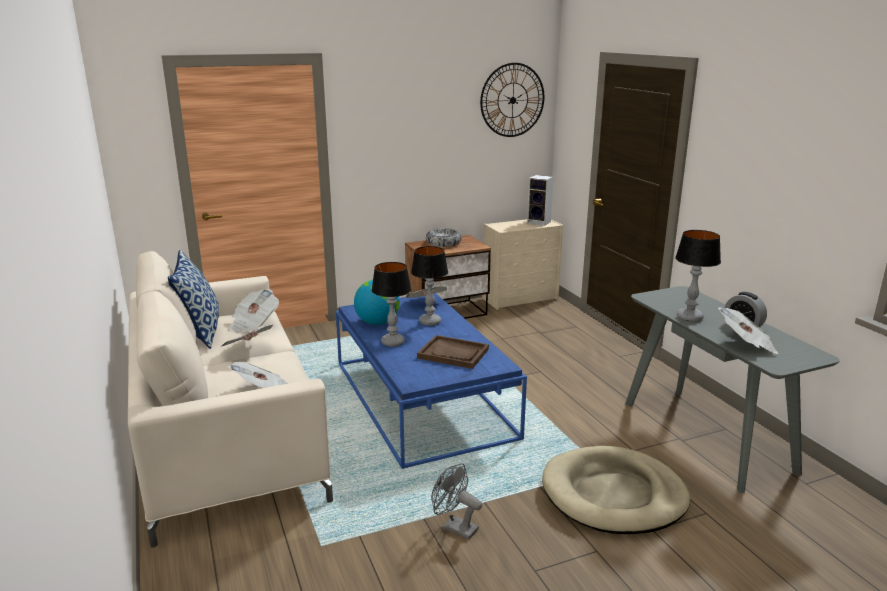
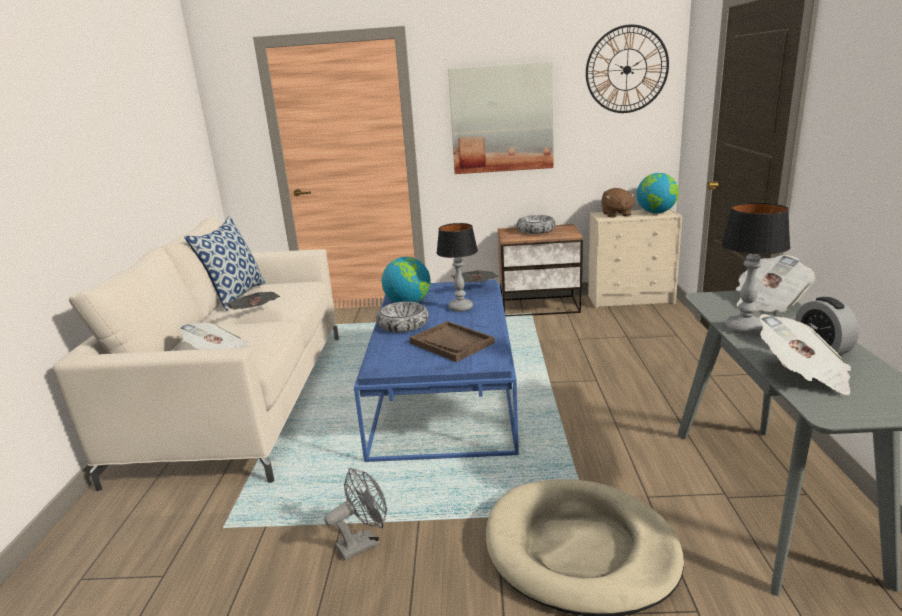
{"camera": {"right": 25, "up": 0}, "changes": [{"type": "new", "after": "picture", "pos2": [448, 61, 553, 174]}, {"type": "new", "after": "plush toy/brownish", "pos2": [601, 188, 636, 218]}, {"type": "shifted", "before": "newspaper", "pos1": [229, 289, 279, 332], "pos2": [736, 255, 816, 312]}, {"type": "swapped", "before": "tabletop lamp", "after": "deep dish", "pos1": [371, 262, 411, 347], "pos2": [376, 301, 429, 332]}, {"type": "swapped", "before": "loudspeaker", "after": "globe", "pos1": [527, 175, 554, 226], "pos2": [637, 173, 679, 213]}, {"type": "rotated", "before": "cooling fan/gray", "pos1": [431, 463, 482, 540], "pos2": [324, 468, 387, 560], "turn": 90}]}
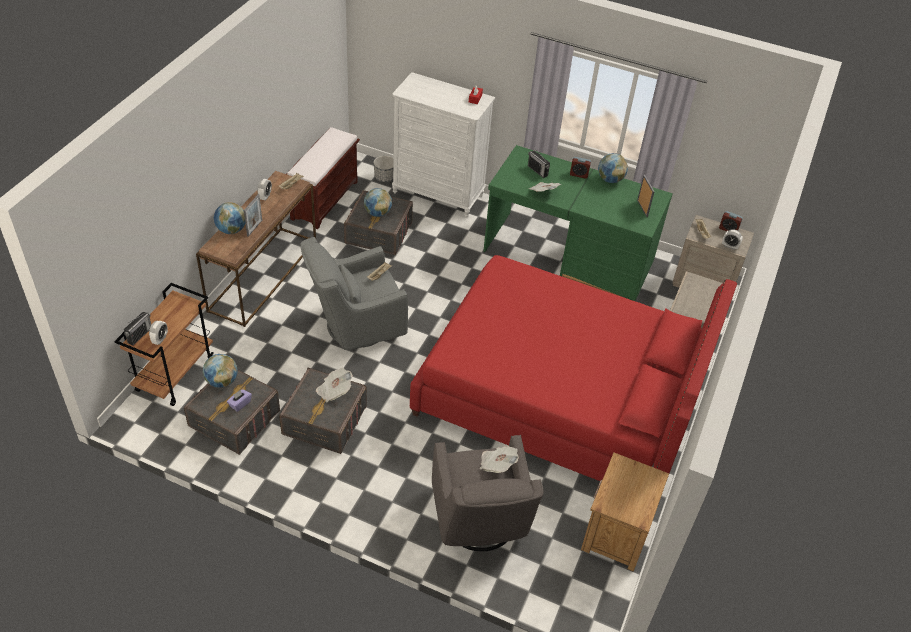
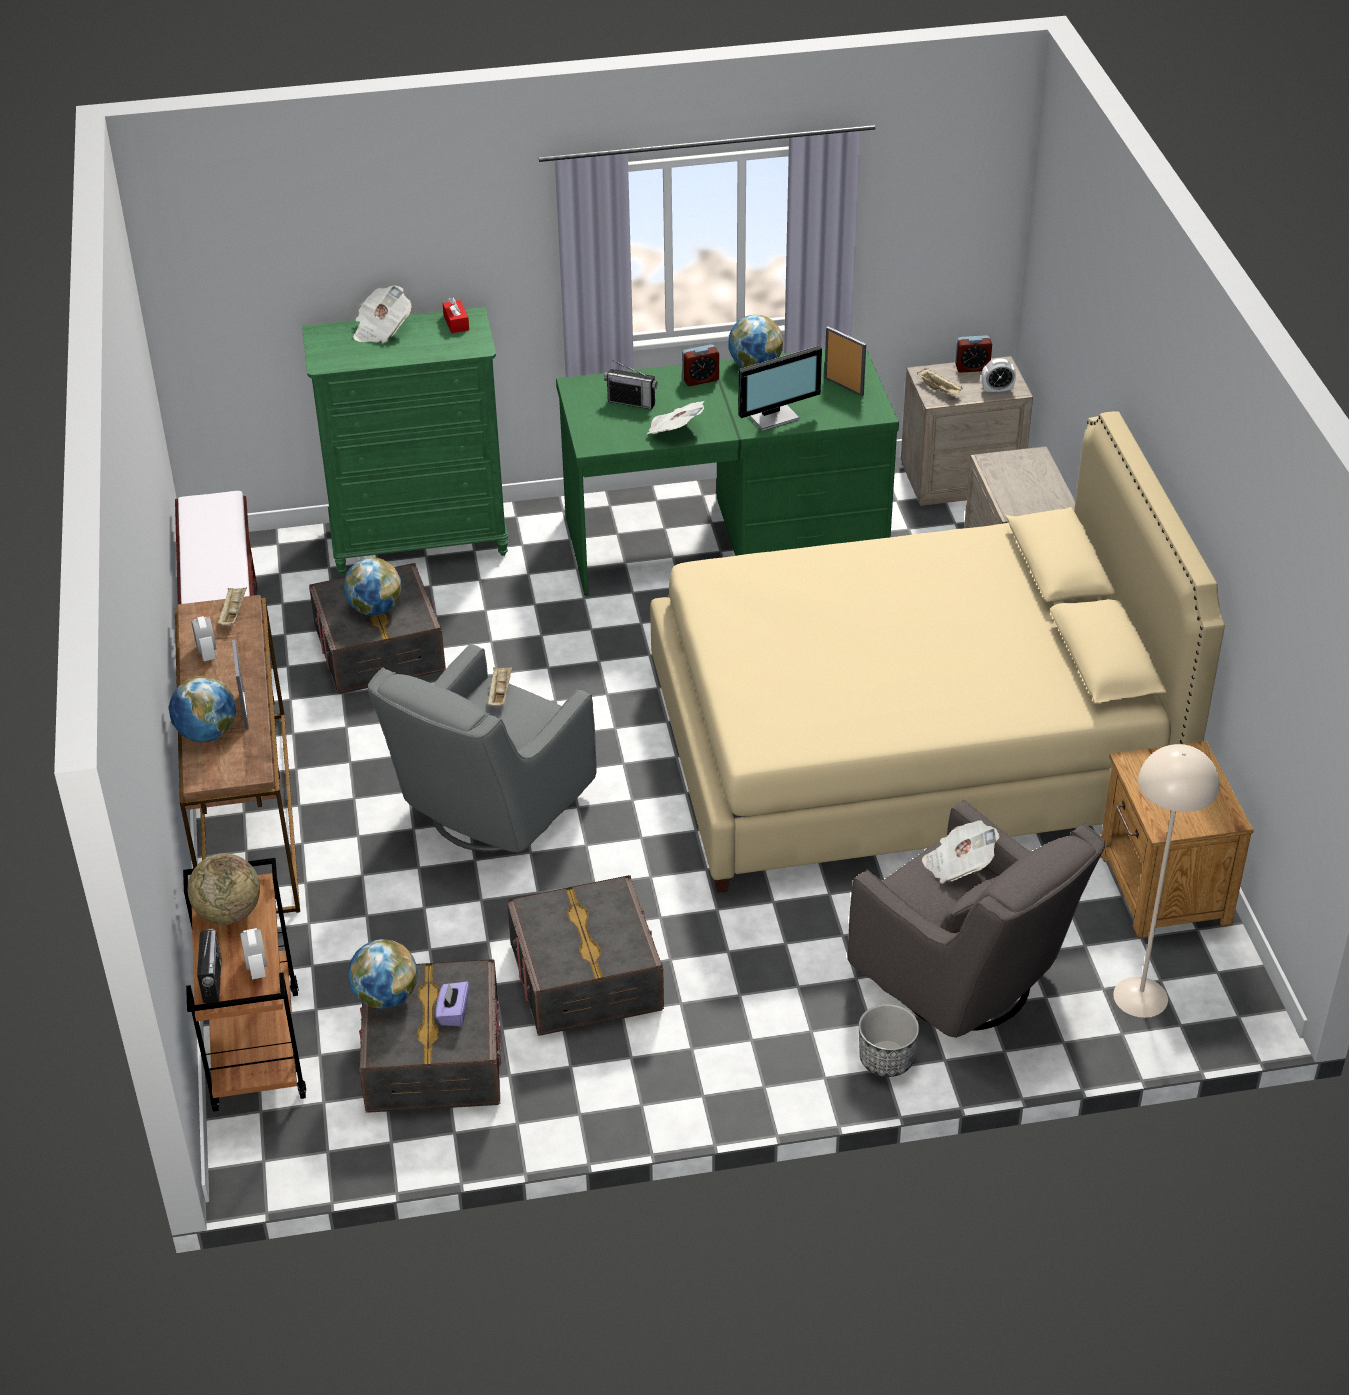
{"camera": {"right": -30, "up": -5}, "changes": [{"type": "new", "after": "globe", "pos2": [188, 853, 260, 925]}, {"type": "new", "after": "monitor", "pos2": [739, 346, 822, 431]}, {"type": "new", "after": "standard lamp/beige-coloured", "pos2": [1113, 744, 1220, 1018]}, {"type": "shifted", "before": "newspaper", "pos1": [316, 368, 353, 402], "pos2": [353, 285, 411, 343]}, {"type": "shifted", "before": "flower pot", "pos1": [374, 156, 394, 182], "pos2": [859, 1004, 919, 1077]}, {"type": "repainted", "before": "chest of drawers/whitish", "after": "chest of drawers/green-coloured", "pos1": [392, 72, 495, 217], "pos2": [302, 307, 508, 575]}, {"type": "repainted", "before": "bed/red", "after": "bed/beige-coloured", "pos1": [410, 255, 737, 481], "pos2": [650, 411, 1225, 893]}]}
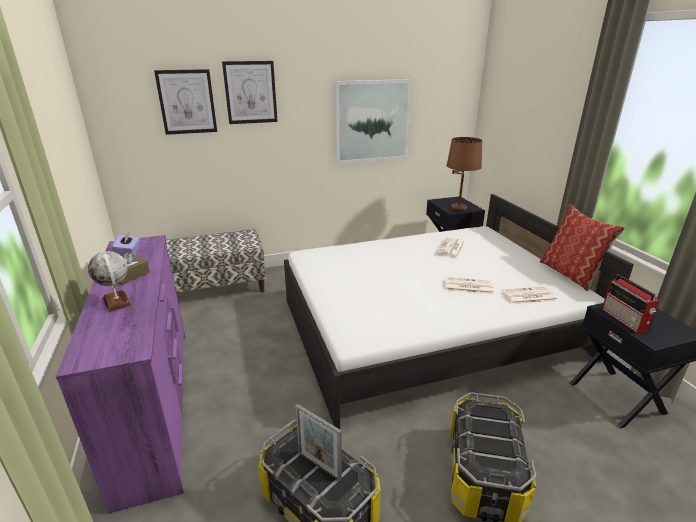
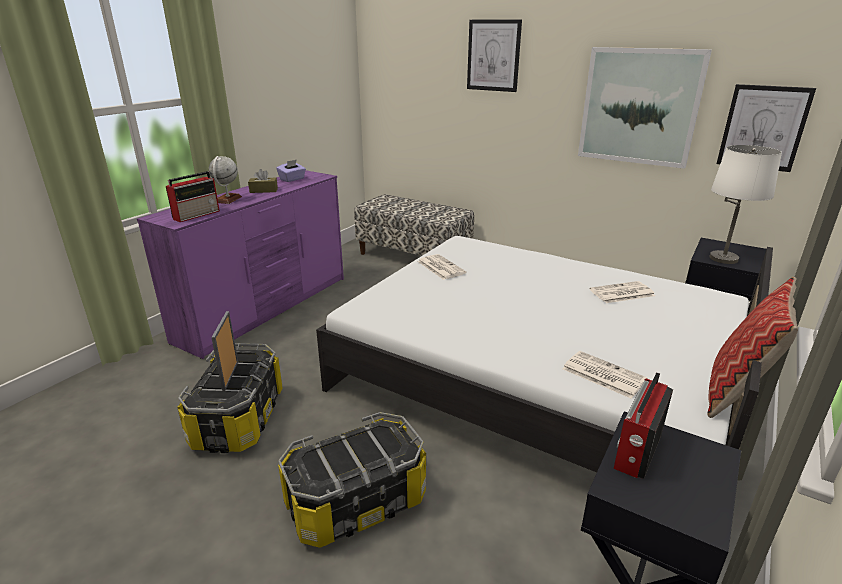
{"camera": {"right": 50, "up": 0}, "changes": [{"type": "new", "after": "radio receiver", "pos2": [166, 171, 220, 222]}, {"type": "shifted", "before": "picture", "pos1": [154, 69, 217, 135], "pos2": [717, 84, 816, 172]}, {"type": "shifted", "before": "newspaper", "pos1": [446, 277, 494, 294], "pos2": [418, 254, 466, 280]}, {"type": "repainted", "before": "tabletop lamp/brownish", "after": "tabletop lamp/whitish", "pos1": [446, 137, 482, 211], "pos2": [709, 145, 782, 264]}]}
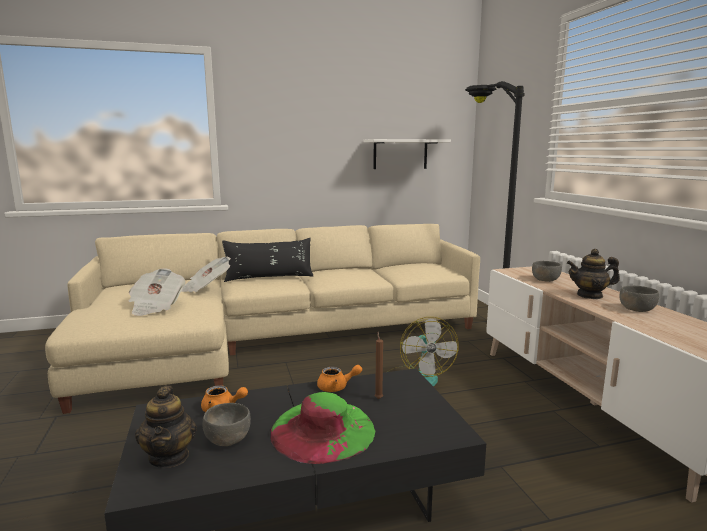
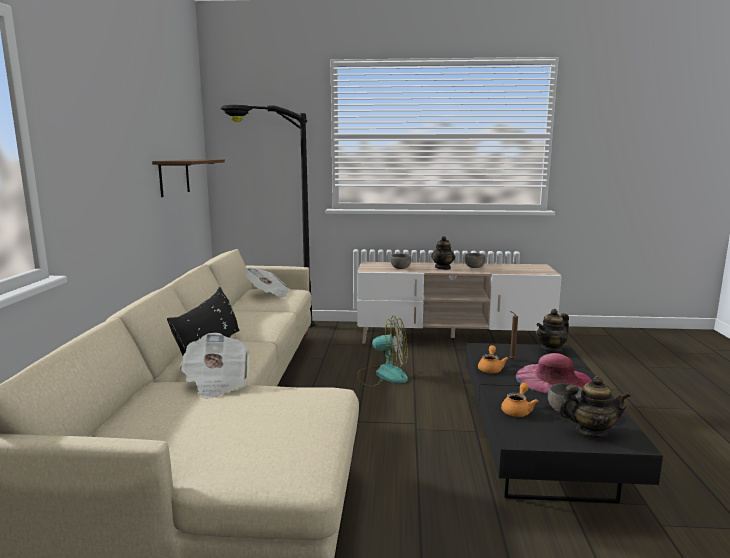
{"camera": {"right": -70, "up": 0}, "changes": [{"type": "new", "after": "teapot", "pos2": [537, 309, 569, 354]}, {"type": "shifted", "before": "newspaper", "pos1": [129, 268, 185, 316], "pos2": [246, 268, 290, 298]}, {"type": "repainted", "before": "hat/green-coloured", "after": "hat/pinkish", "pos1": [270, 392, 376, 464], "pos2": [516, 353, 592, 395]}, {"type": "repainted", "before": "shelf/whitish", "after": "shelf/brownish", "pos1": [363, 139, 451, 169], "pos2": [152, 159, 225, 197]}]}
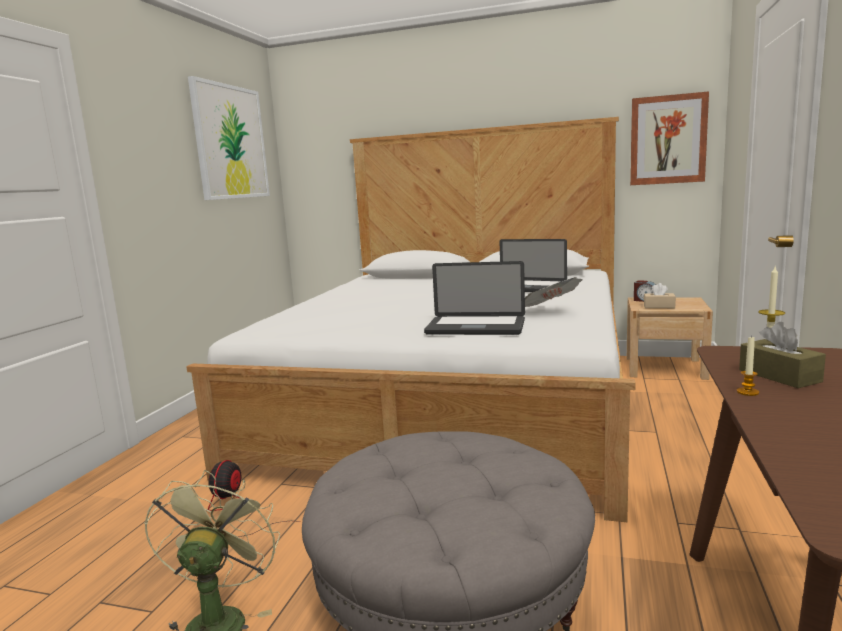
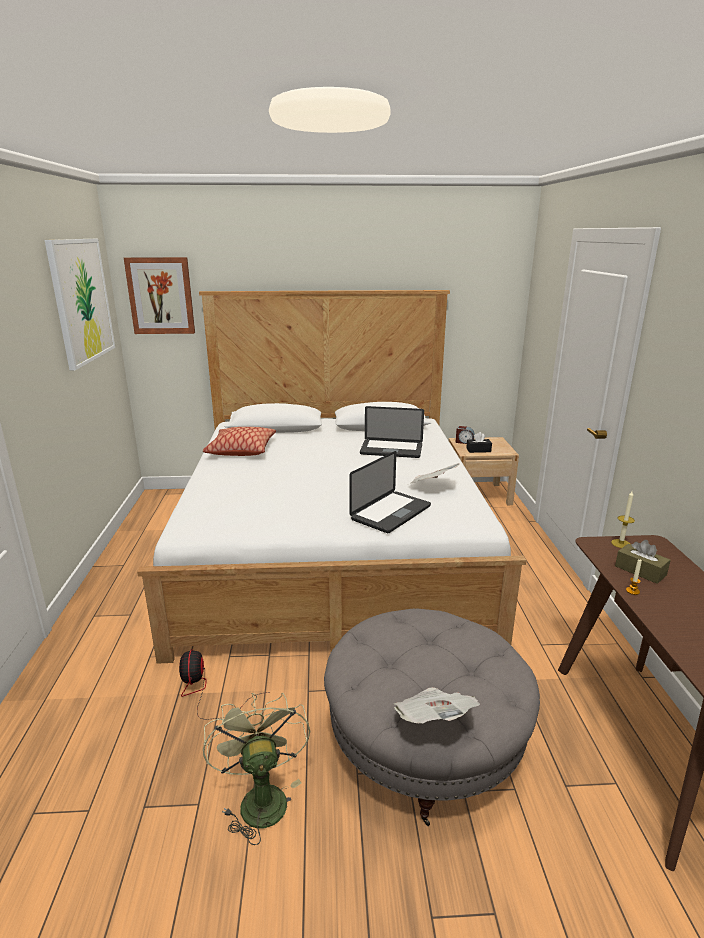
{"camera": {"right": -20, "up": 10}, "changes": [{"type": "new", "after": "pillow", "pos2": [203, 427, 276, 456]}, {"type": "new", "after": "newspaper", "pos2": [394, 687, 480, 723]}, {"type": "shifted", "before": "picture", "pos1": [630, 91, 709, 185], "pos2": [124, 257, 195, 334]}, {"type": "repainted", "before": "tissue box/beige-coloured", "after": "tissue box/black-coloured", "pos1": [644, 283, 676, 308], "pos2": [466, 432, 492, 453]}, {"type": "rotated", "before": "notebook computer", "pos1": [424, 261, 525, 335], "pos2": [350, 451, 431, 533], "turn": -45}]}
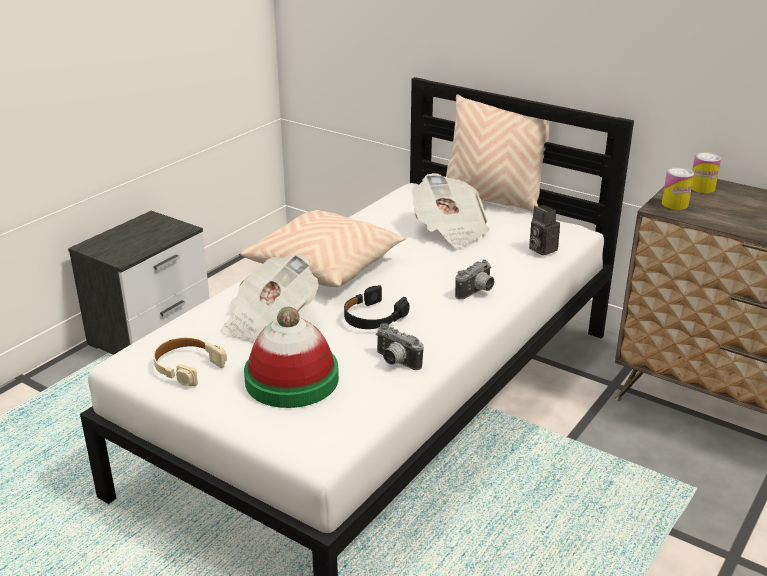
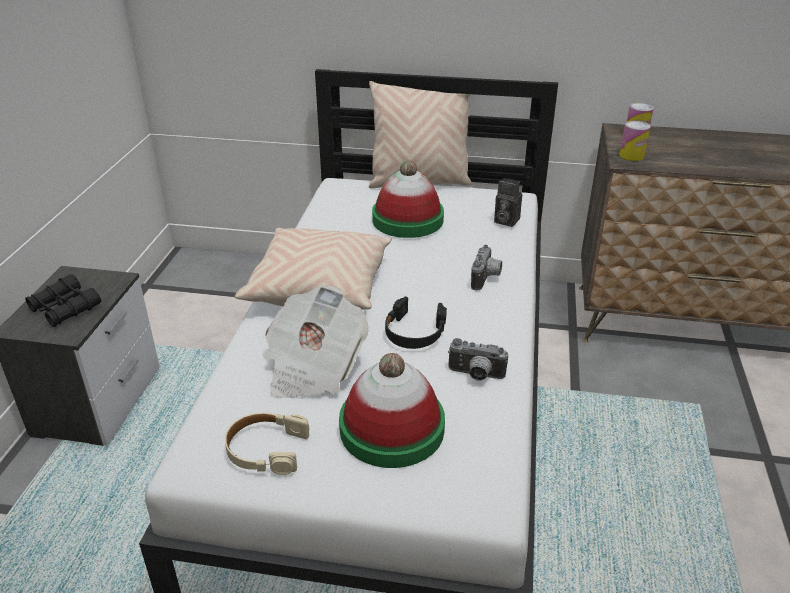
{"camera": {"right": -25, "up": 5}, "changes": [{"type": "new", "after": "field glasses/black-coloured", "pos2": [25, 274, 101, 327]}, {"type": "swapped", "before": "newspaper", "after": "hat", "pos1": [412, 173, 490, 248], "pos2": [372, 160, 444, 238]}]}
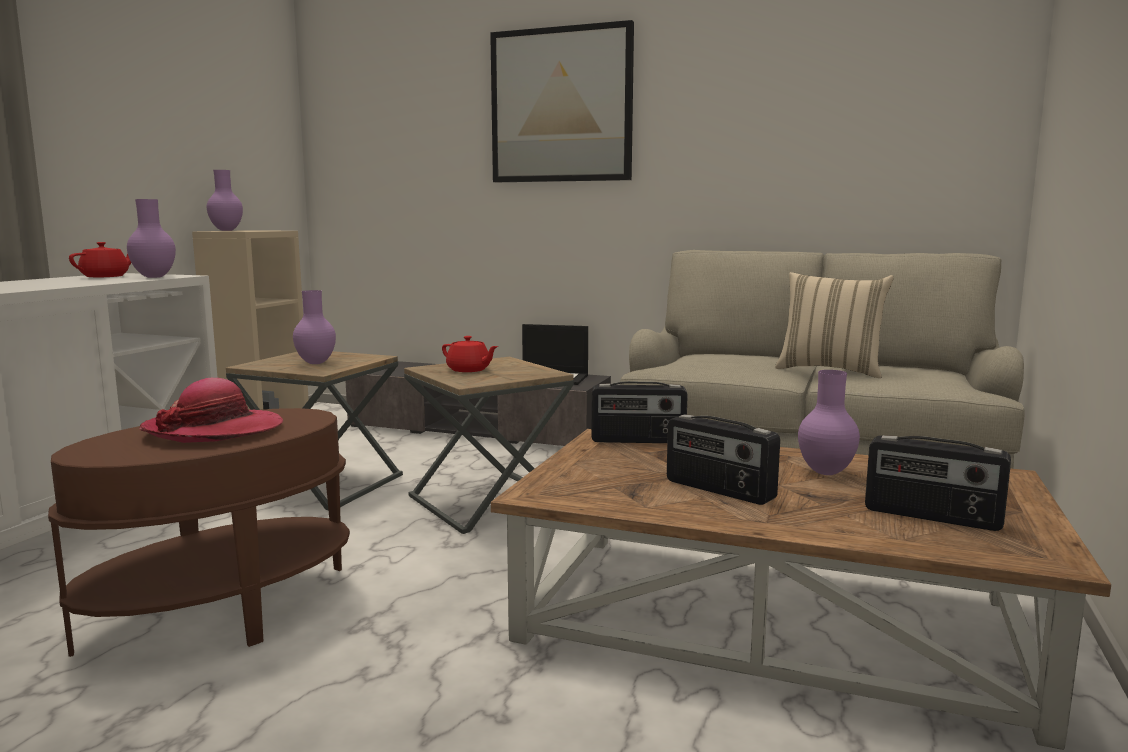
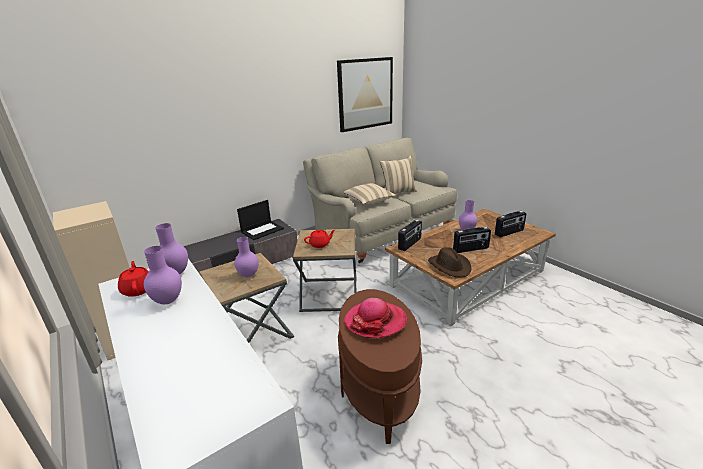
{"camera": {"right": -55, "up": 15}, "changes": [{"type": "new", "after": "pillow/beige-coloured", "pos2": [343, 183, 396, 204]}, {"type": "new", "after": "hat/brownish", "pos2": [428, 247, 472, 278]}, {"type": "shifted", "before": "vase/purple", "pos1": [207, 170, 243, 231], "pos2": [144, 246, 182, 304]}, {"type": "shifted", "before": "picture", "pos1": [490, 20, 634, 182], "pos2": [337, 57, 393, 132]}]}
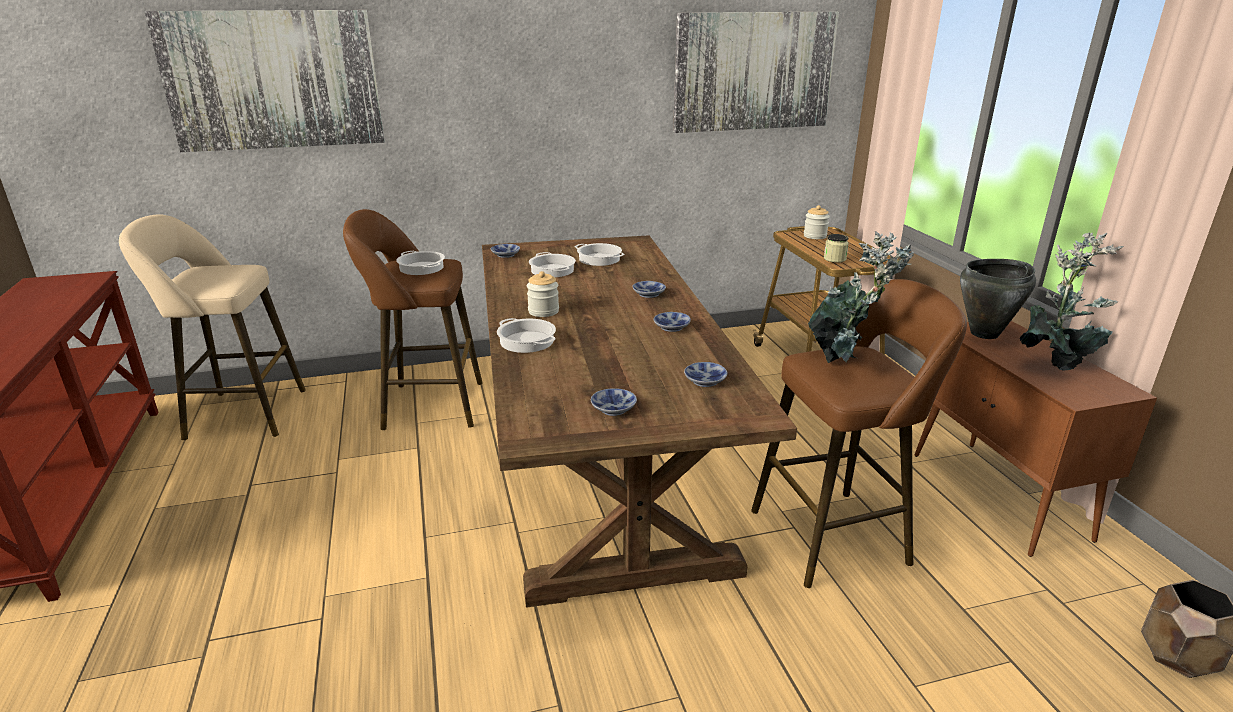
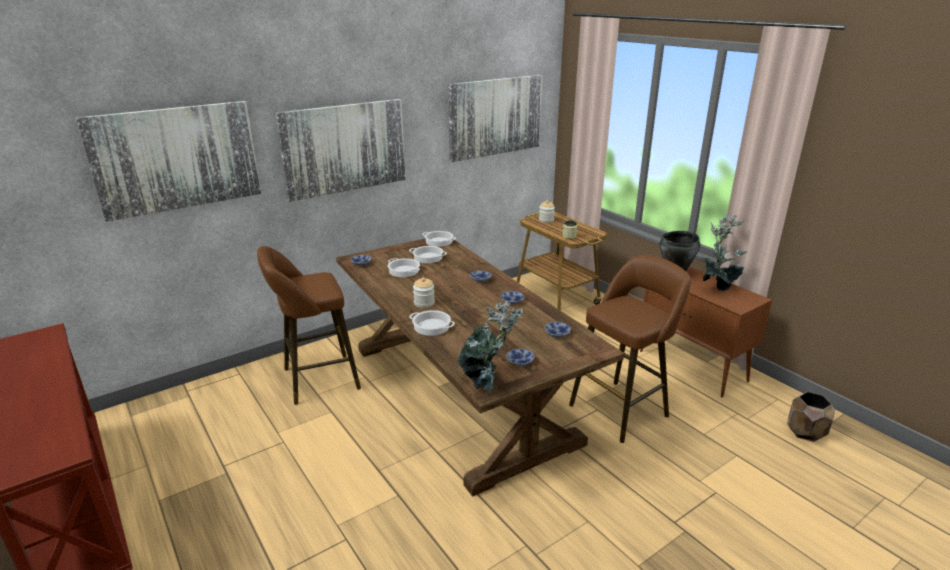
{"camera": {"right": -20, "up": 0}, "changes": [{"type": "gone", "before": "stool/beige-coloured", "pos1": [119, 214, 306, 440]}, {"type": "new", "after": "picture", "pos2": [275, 99, 406, 202]}, {"type": "shifted", "before": "stockpot", "pos1": [396, 251, 445, 275], "pos2": [422, 231, 456, 247]}, {"type": "shifted", "before": "houseplant", "pos1": [808, 231, 914, 363], "pos2": [458, 300, 523, 393]}]}
